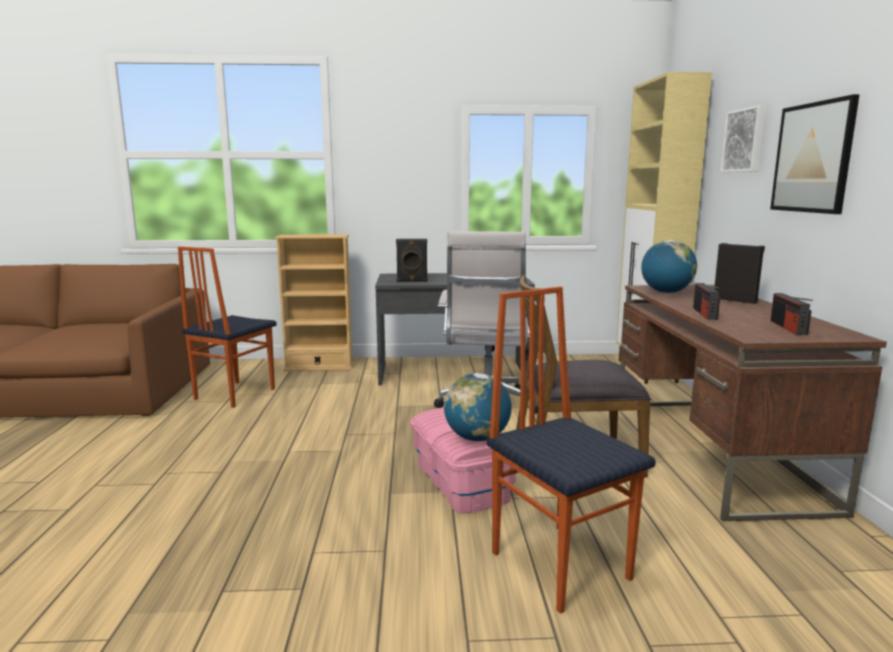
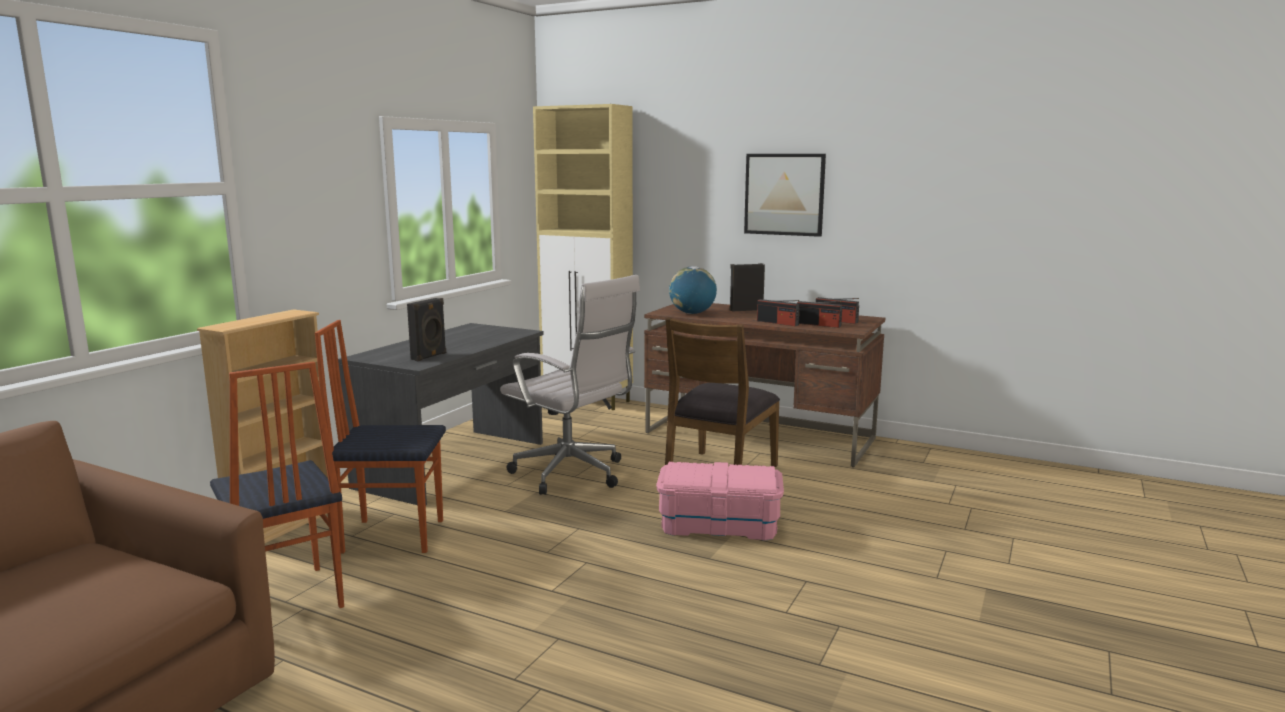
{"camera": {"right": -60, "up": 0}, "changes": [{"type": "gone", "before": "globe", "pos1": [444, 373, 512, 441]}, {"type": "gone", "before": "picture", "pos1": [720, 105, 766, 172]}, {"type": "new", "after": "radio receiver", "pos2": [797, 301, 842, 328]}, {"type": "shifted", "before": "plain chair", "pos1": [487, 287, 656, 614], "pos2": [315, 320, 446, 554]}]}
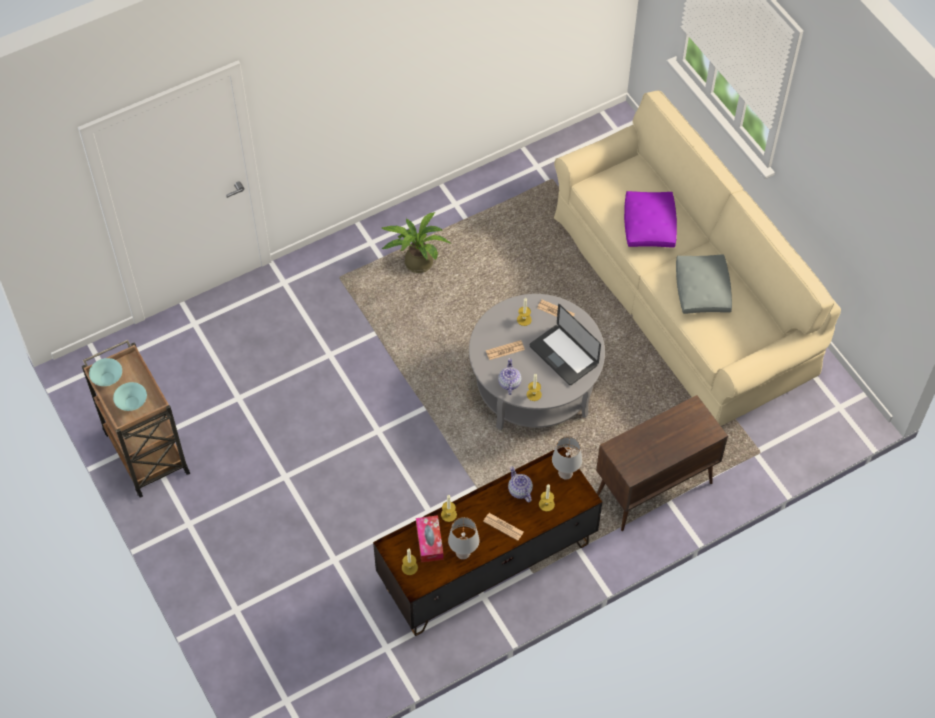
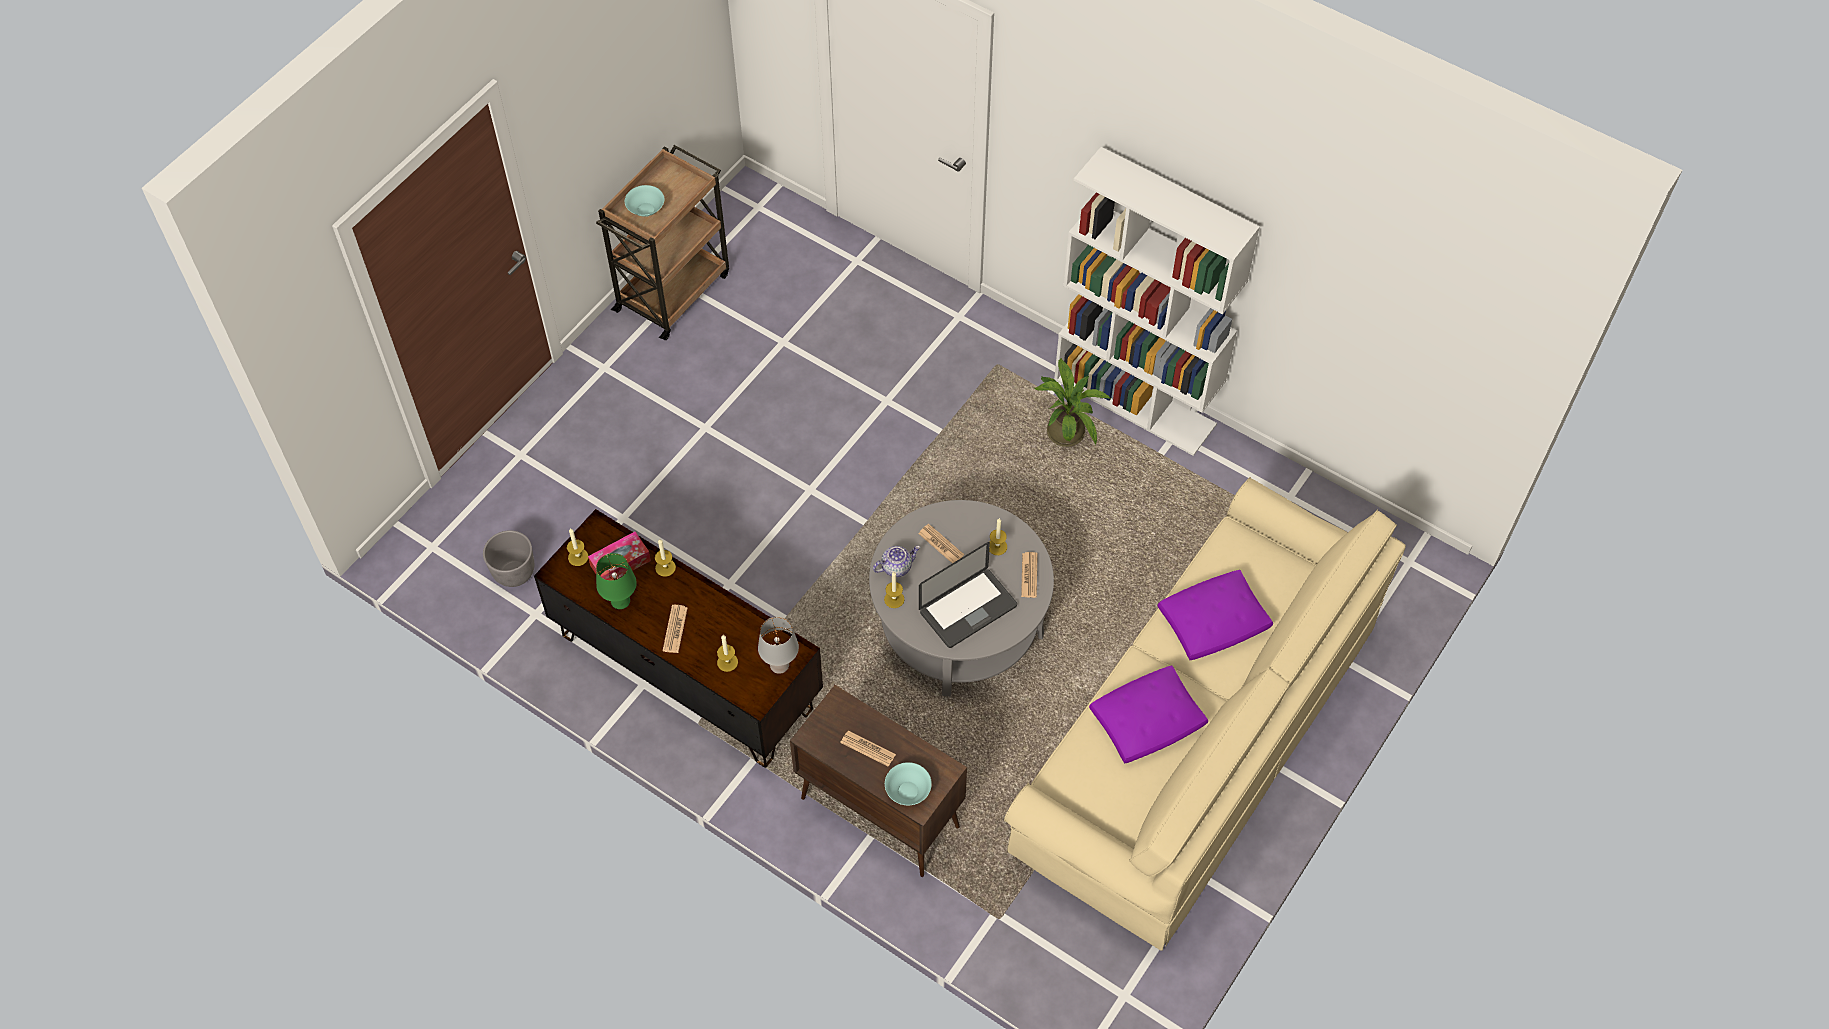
{"camera": {"right": 65, "up": 0}, "changes": [{"type": "gone", "before": "teapot", "pos1": [508, 466, 533, 502]}, {"type": "new", "after": "flower pot/gray", "pos2": [483, 530, 534, 587]}, {"type": "new", "after": "newspaper", "pos2": [840, 731, 896, 767]}, {"type": "new", "after": "shelving unit/whitish", "pos2": [1054, 147, 1260, 456]}, {"type": "shifted", "before": "deep dish/turquoise", "pos1": [89, 358, 122, 386], "pos2": [885, 762, 932, 805]}, {"type": "repainted", "before": "tabletop lamp/gray", "after": "tabletop lamp/green-coloured", "pos1": [448, 517, 480, 559], "pos2": [596, 553, 637, 609]}, {"type": "repainted", "before": "pillow/gray", "after": "pillow/purple", "pos1": [676, 254, 732, 314], "pos2": [1089, 666, 1208, 764]}, {"type": "rotated", "before": "notebook computer", "pos1": [530, 304, 601, 385], "pos2": [919, 542, 1017, 648], "turn": -150}]}
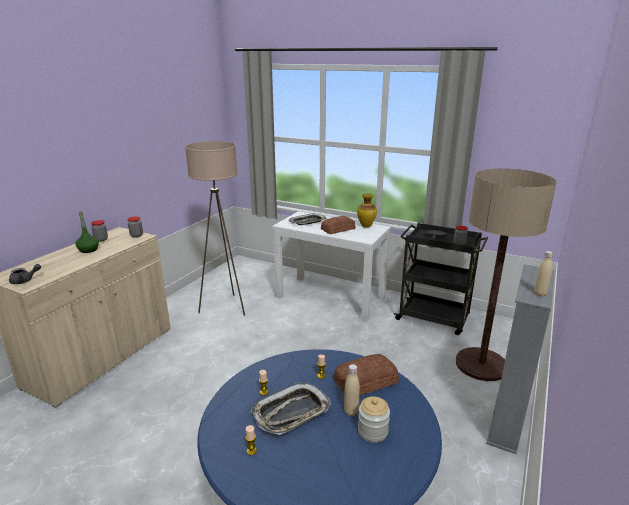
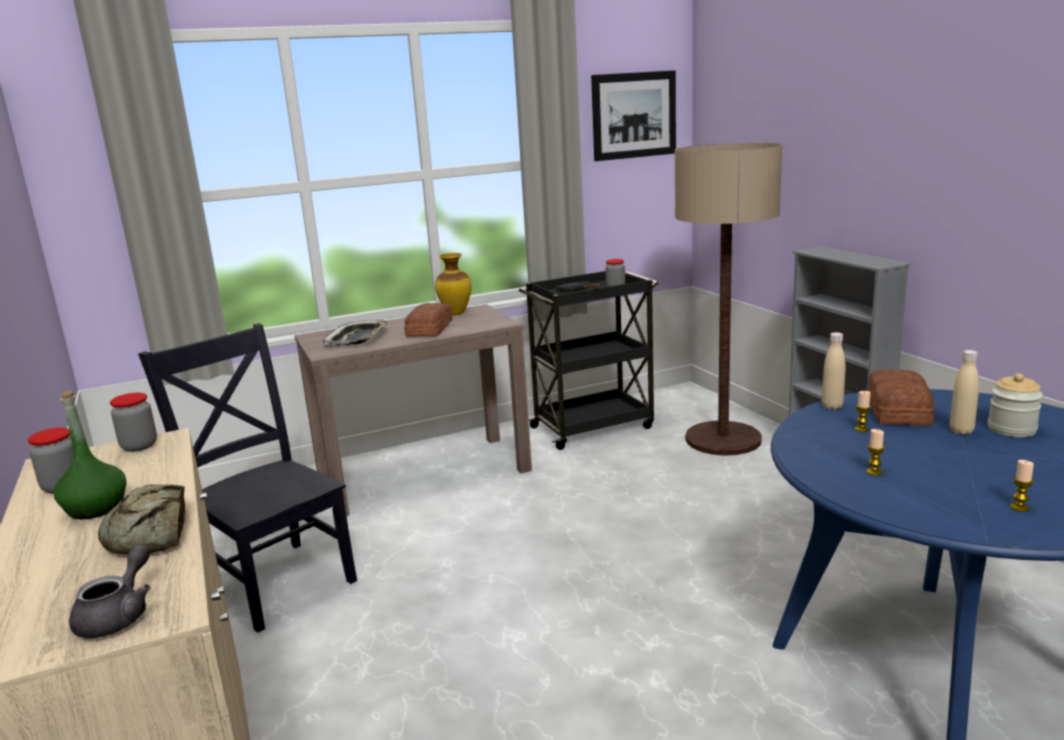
{"camera": {"right": -50, "up": -5}, "changes": [{"type": "gone", "before": "serving tray", "pos1": [251, 382, 331, 435]}, {"type": "new", "after": "baked bread", "pos2": [98, 484, 185, 554]}, {"type": "new", "after": "picture", "pos2": [591, 70, 676, 161]}, {"type": "shifted", "before": "beverage bottle/beige-coloured", "pos1": [534, 251, 554, 296], "pos2": [822, 332, 846, 409]}, {"type": "swapped", "before": "standard lamp/beige-coloured", "after": "plain chair/black-coloured", "pos1": [185, 141, 245, 316], "pos2": [138, 323, 357, 633]}, {"type": "repainted", "before": "hall table/whitish", "after": "hall table/brownish", "pos1": [272, 211, 391, 321], "pos2": [294, 304, 532, 516]}]}
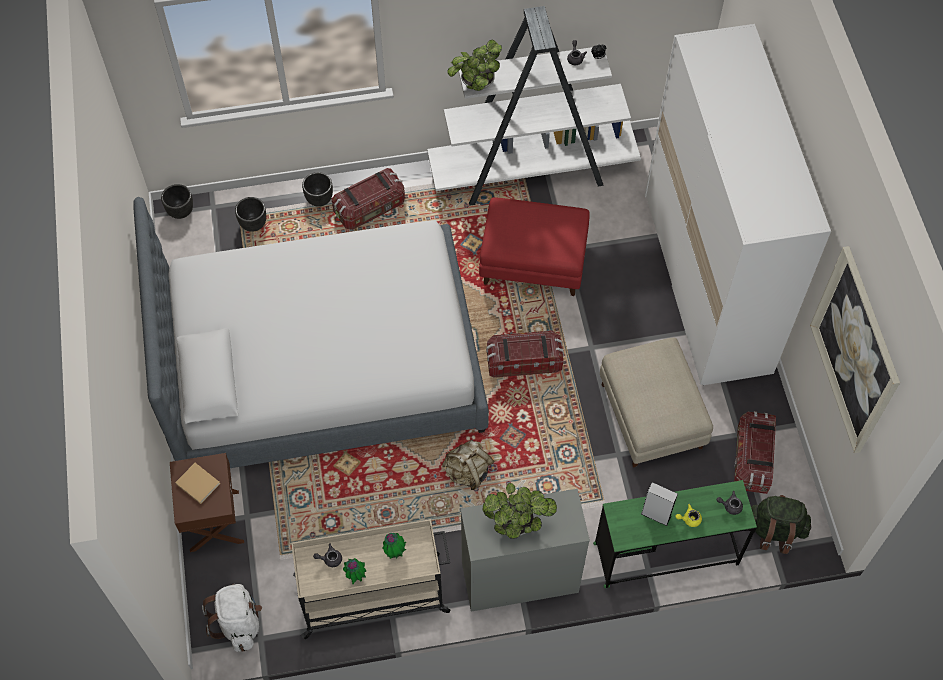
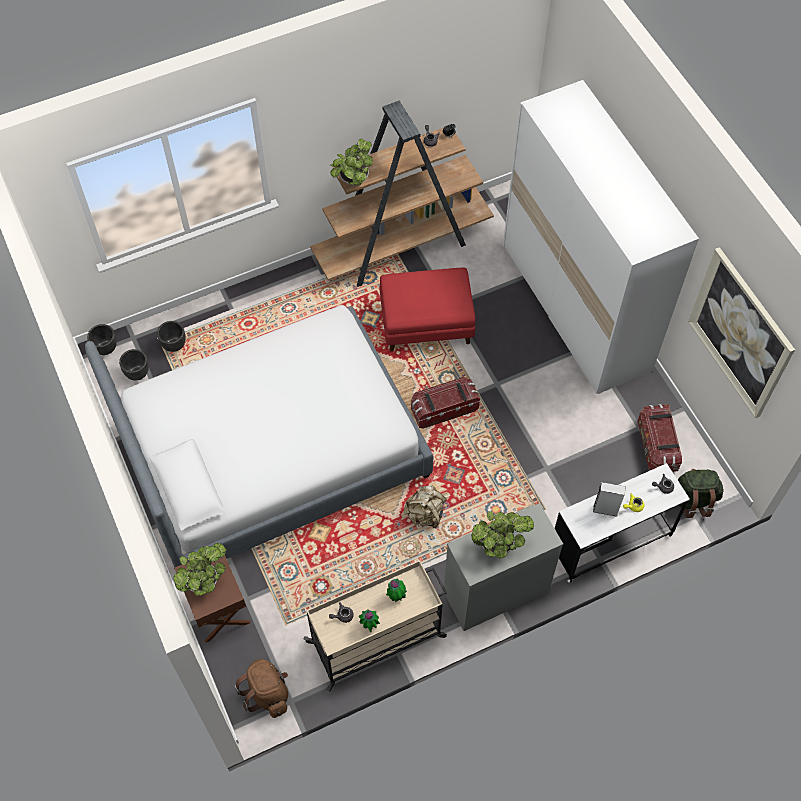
{"camera": {"right": -15, "up": 0}, "changes": [{"type": "gone", "before": "storage box", "pos1": [332, 168, 405, 230]}, {"type": "gone", "before": "pouffe/beige-coloured", "pos1": [600, 337, 713, 467]}, {"type": "shifted", "before": "flower pot/black-coloured", "pos1": [302, 172, 333, 207], "pos2": [119, 349, 149, 381]}, {"type": "swapped", "before": "book/beige-coloured", "after": "houseplant", "pos1": [175, 463, 220, 504], "pos2": [173, 543, 226, 596]}, {"type": "repainted", "before": "rucksack/whitish", "after": "rucksack/brownish", "pos1": [202, 583, 262, 652], "pos2": [235, 659, 288, 718]}, {"type": "repainted", "before": "shelving unit/whitish", "after": "shelving unit/brownish", "pos1": [427, 6, 641, 206], "pos2": [310, 101, 494, 287]}, {"type": "repainted", "before": "desk/green-coloured", "after": "desk/whitish", "pos1": [593, 480, 757, 588], "pos2": [555, 463, 690, 583]}]}
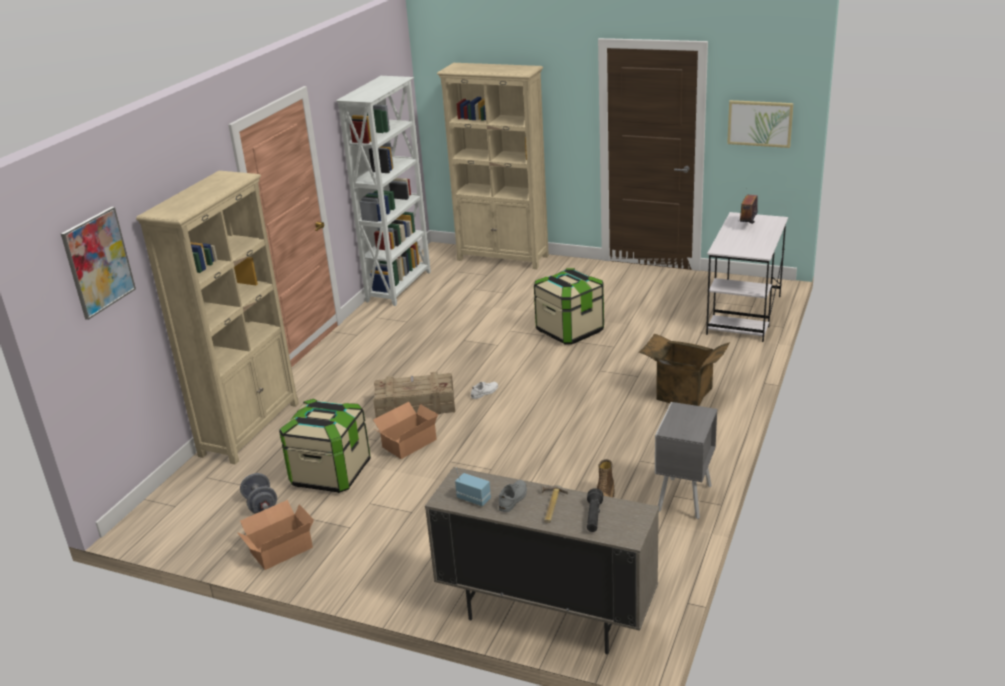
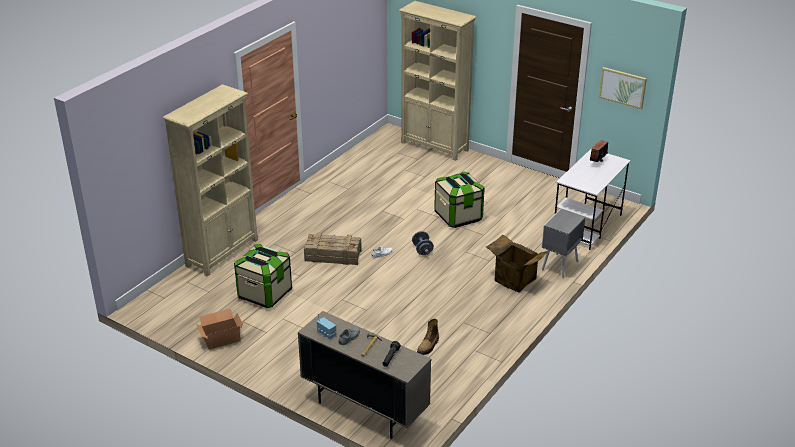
{"camera": {"right": 10, "up": 5}, "changes": [{"type": "gone", "before": "picture", "pos1": [61, 207, 136, 320]}, {"type": "gone", "before": "shelving unit/whitish", "pos1": [336, 76, 431, 306]}, {"type": "gone", "before": "packing box", "pos1": [373, 402, 438, 459]}, {"type": "shifted", "before": "hand weight/gray", "pos1": [240, 473, 277, 514], "pos2": [412, 231, 434, 255]}, {"type": "shifted", "before": "bedside table/gray", "pos1": [655, 402, 717, 519], "pos2": [542, 209, 586, 278]}]}
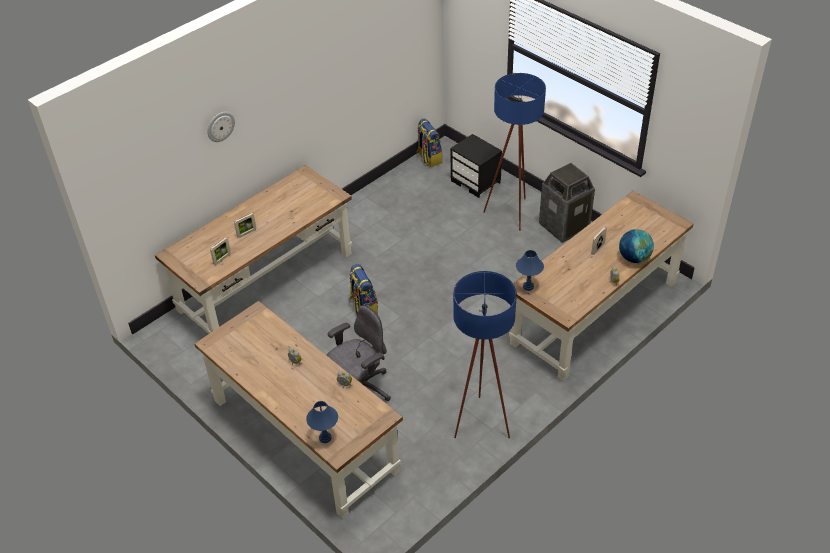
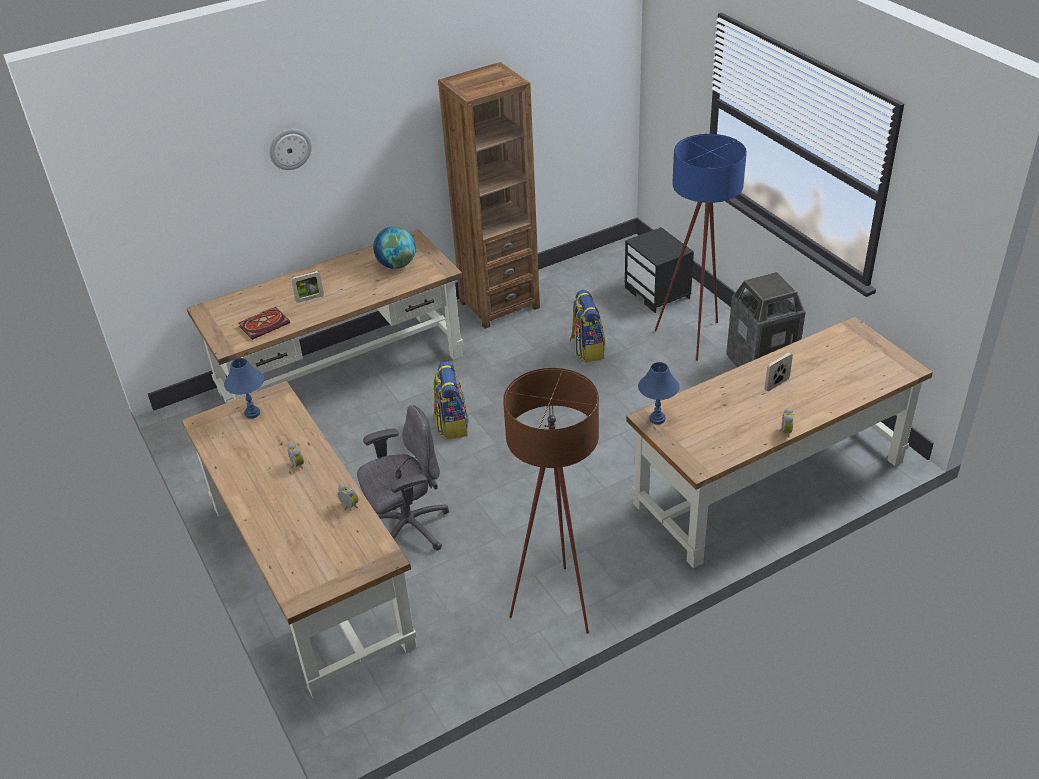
{"camera": {"right": 15, "up": -5}, "changes": [{"type": "new", "after": "shelving unit/brownish", "pos2": [438, 62, 540, 329]}, {"type": "shifted", "before": "tabletop lamp/blue-coloured", "pos1": [306, 401, 338, 443], "pos2": [224, 358, 264, 419]}, {"type": "shifted", "before": "rucksack", "pos1": [416, 119, 442, 167], "pos2": [570, 290, 605, 362]}, {"type": "shifted", "before": "globe", "pos1": [619, 229, 654, 263], "pos2": [373, 226, 416, 269]}, {"type": "swapped", "before": "photo frame", "after": "book", "pos1": [210, 237, 231, 265], "pos2": [239, 307, 290, 340]}, {"type": "repainted", "before": "standard lamp/blue-coloured", "after": "standard lamp/brownish", "pos1": [453, 271, 517, 439], "pos2": [503, 368, 599, 634]}]}
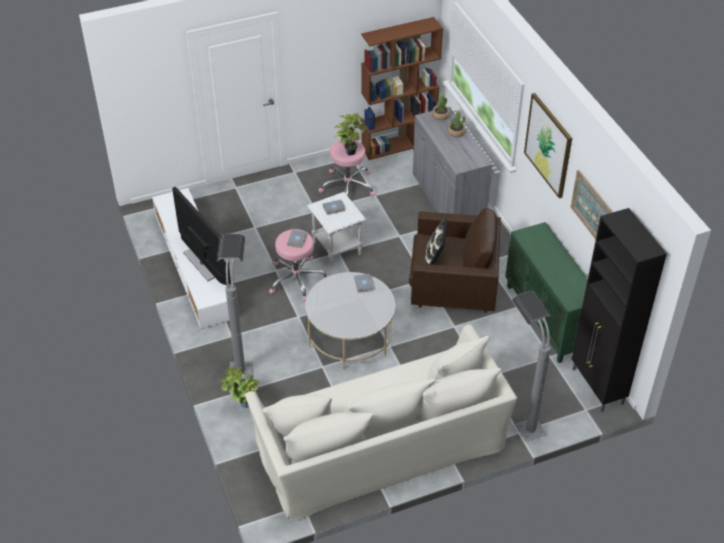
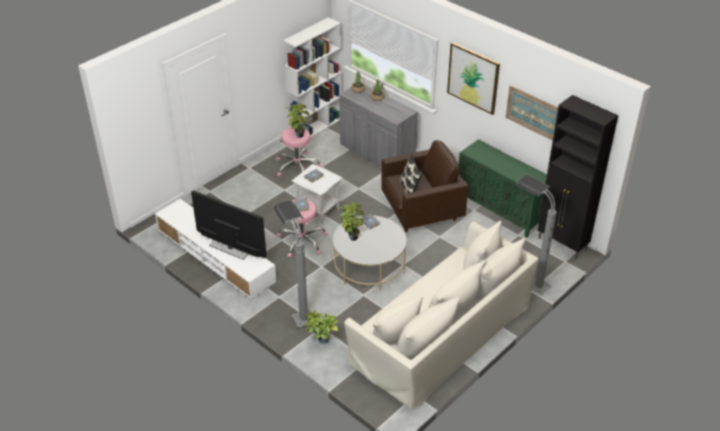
{"camera": {"right": -25, "up": -5}, "changes": [{"type": "new", "after": "houseplant", "pos2": [337, 202, 364, 241]}, {"type": "repainted", "before": "shelving unit/brownish", "after": "shelving unit/whitish", "pos1": [361, 17, 443, 160], "pos2": [283, 17, 342, 138]}]}
